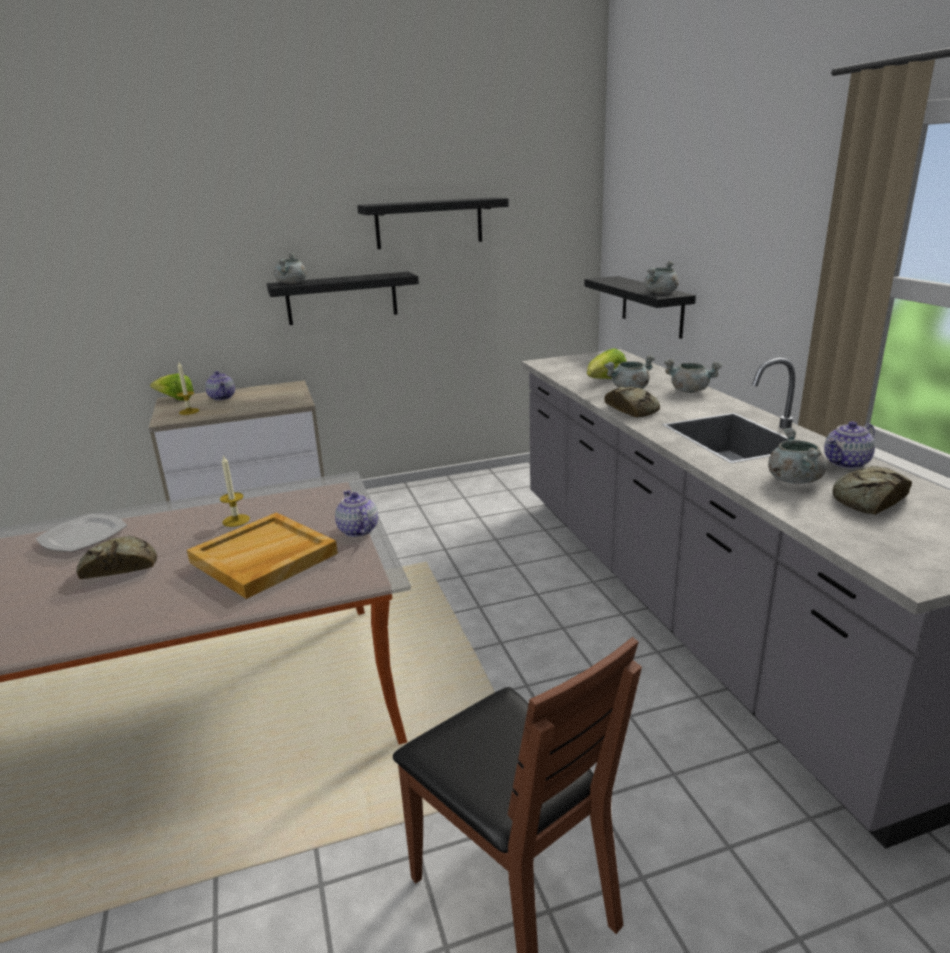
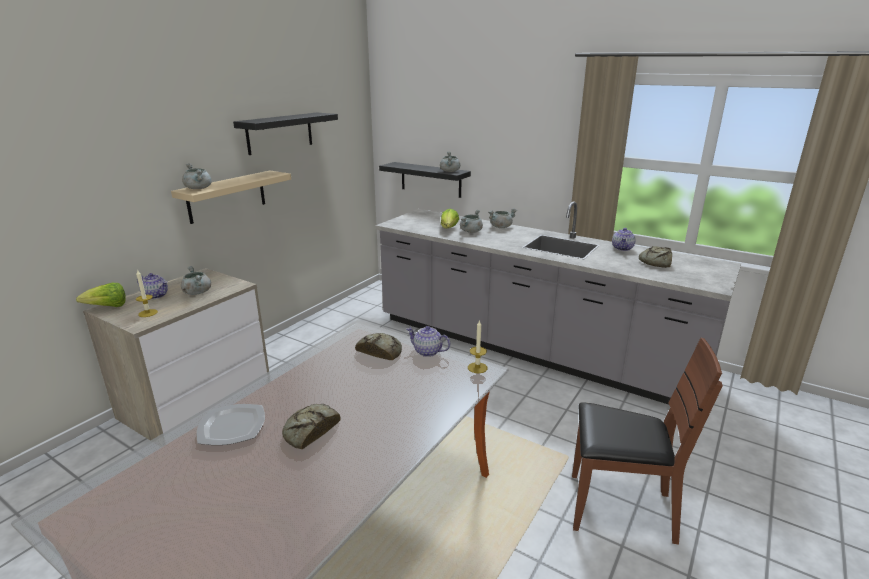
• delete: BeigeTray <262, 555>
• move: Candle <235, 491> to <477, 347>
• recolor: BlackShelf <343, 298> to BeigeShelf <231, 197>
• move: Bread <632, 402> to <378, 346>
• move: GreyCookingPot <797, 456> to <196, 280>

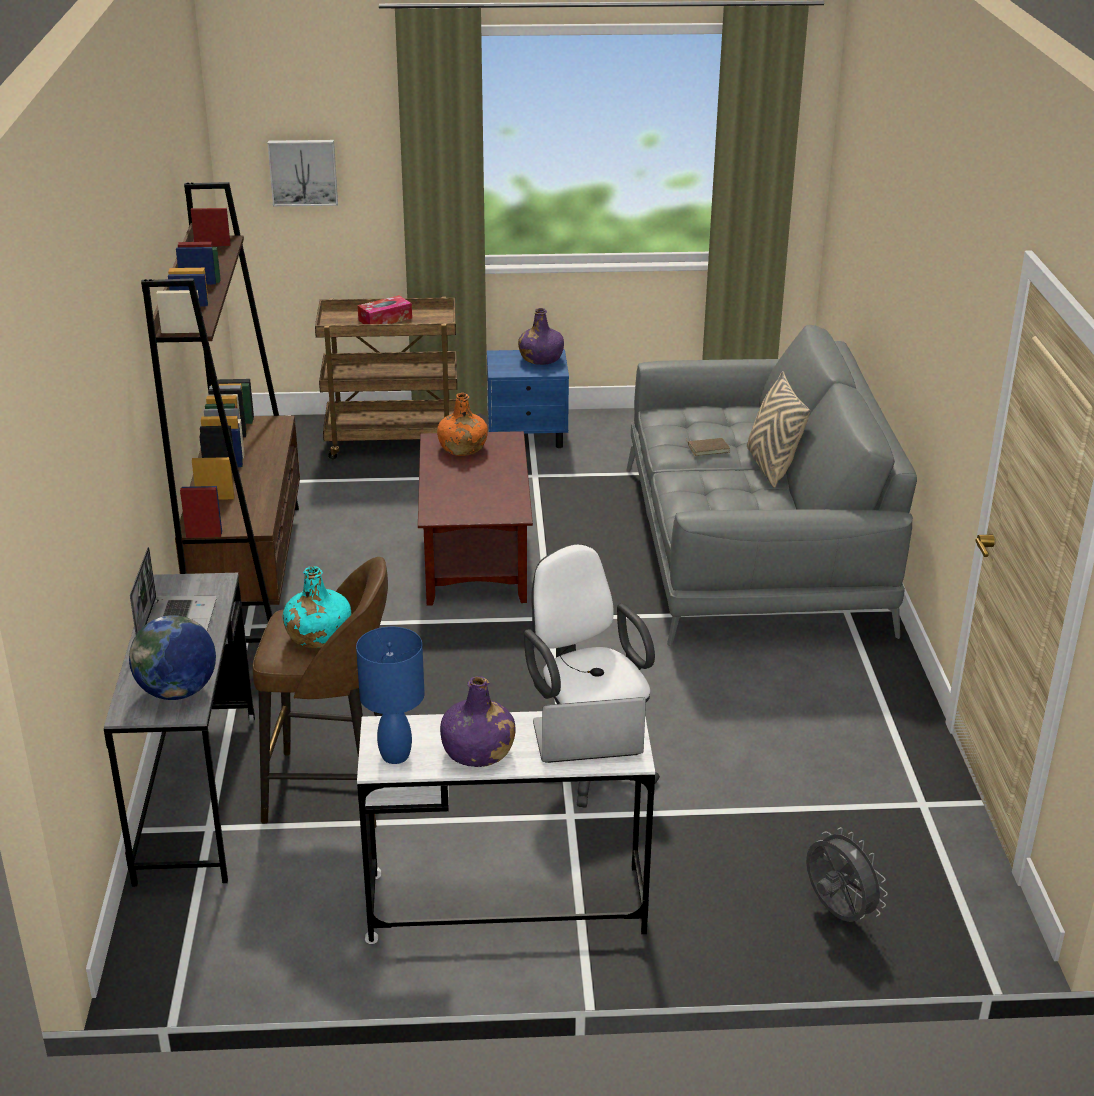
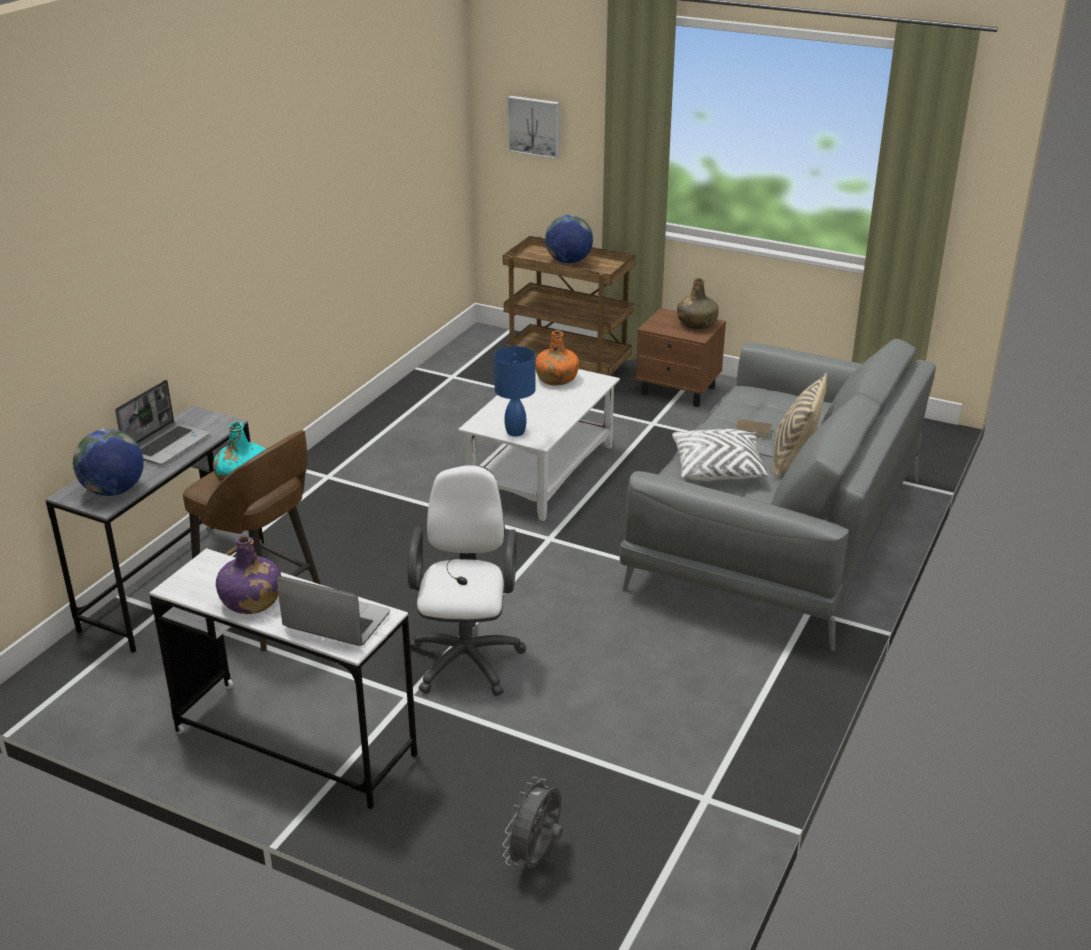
• delete: BrownBookcase <220, 412>
• move: BlueTableLamp <390, 695> to <515, 391>
• replace: TissueBox <384, 309> to Globe <569, 239>
• recolor: BrownCoffeeTable <475, 518> to WhiteCoffeeTable <539, 445>
• recolor: BlueNightstand <528, 398> to BrownNightstand <681, 357>
• recolor: PurpleBottle <541, 336> to GreenBottle <698, 304>
• rotate: GreyFan <847, 874> = <533, 822> 150 degrees counterclockwise
• insert: WhitePillow <720, 455>

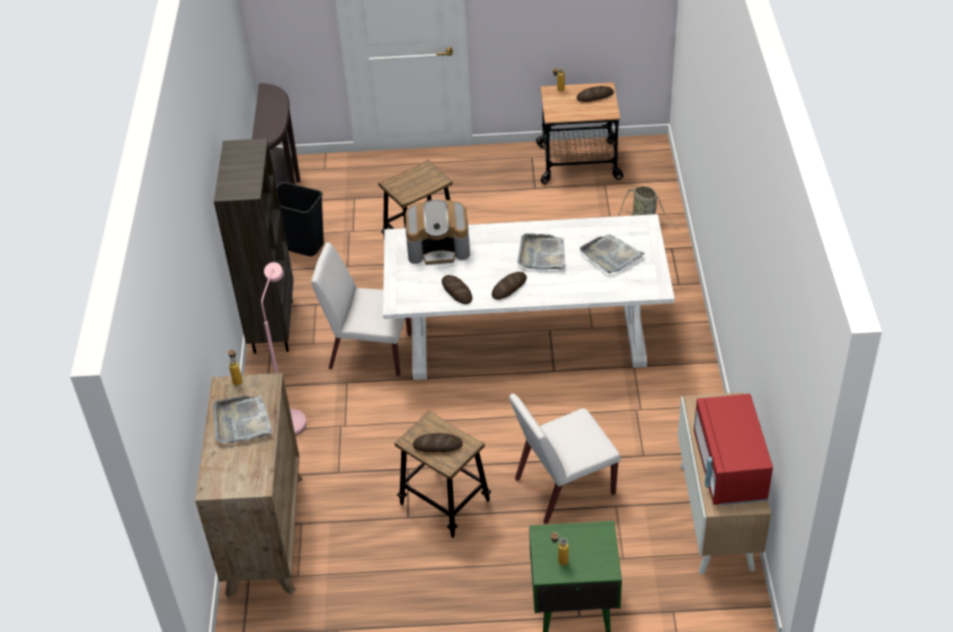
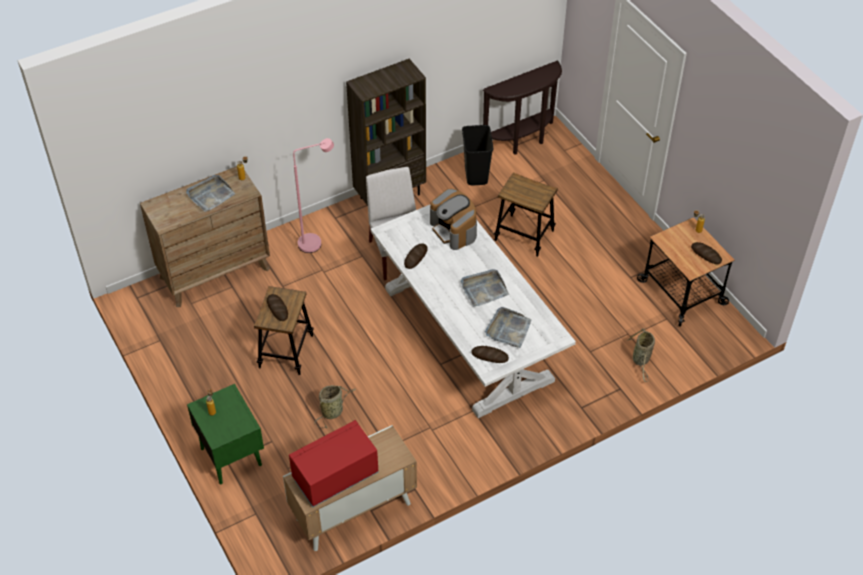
• move: Bread <509, 286> to <490, 354>
• replace: WhiteChair <564, 458> to Basket <335, 406>

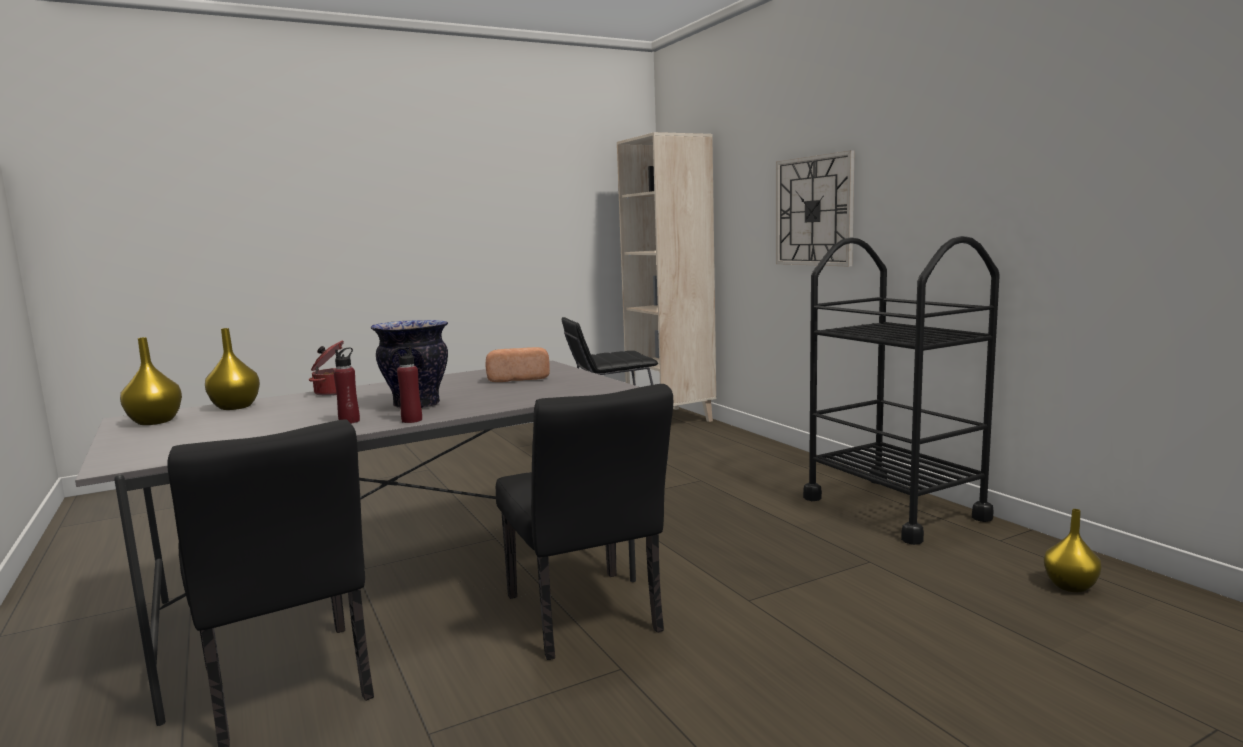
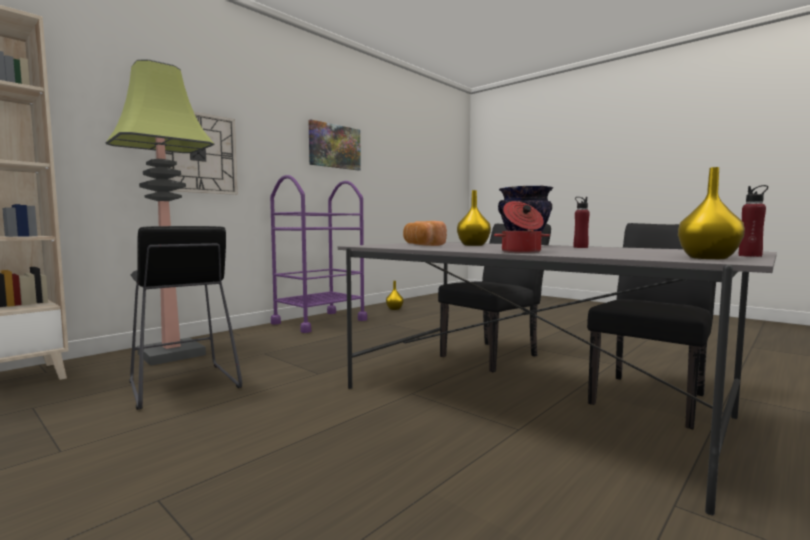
• move: YellowVase <232, 369> to <474, 218>
• move: RedBottle <408, 384> to <753, 221>
• recolor: BlackCart <901, 390> to PurpleCart <318, 254>
• insert: FloorLamp <160, 212>
• insert: Picture <335, 144>

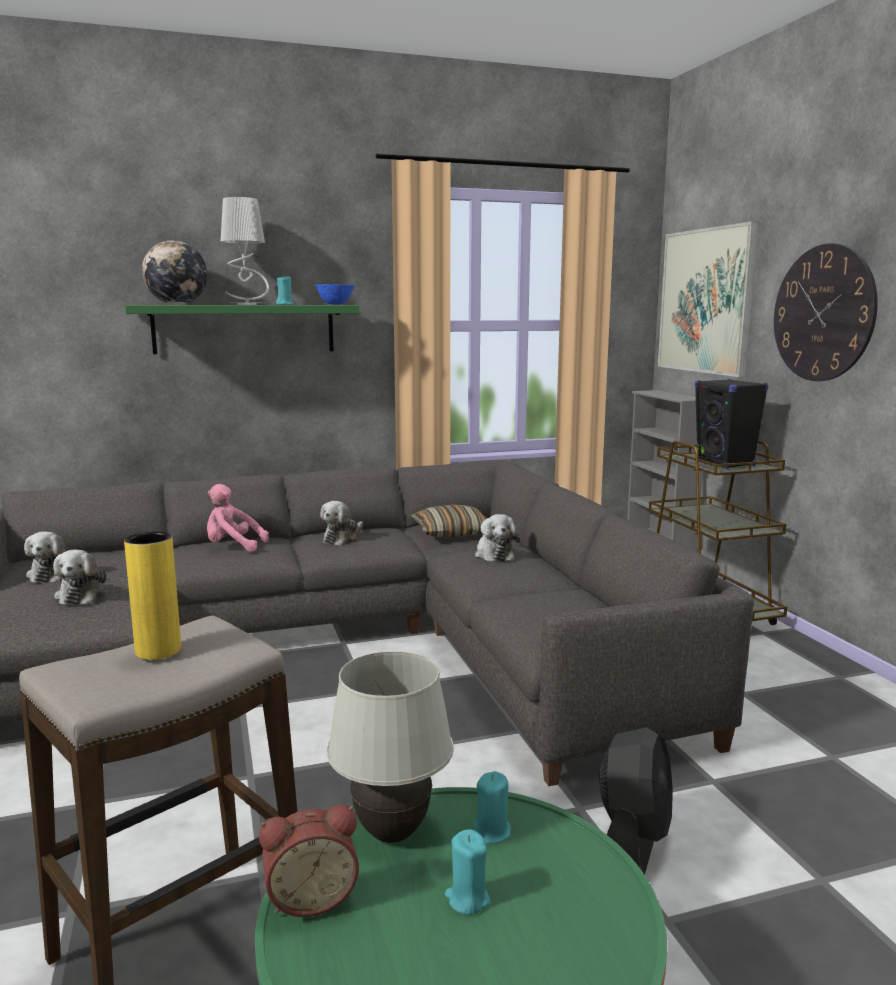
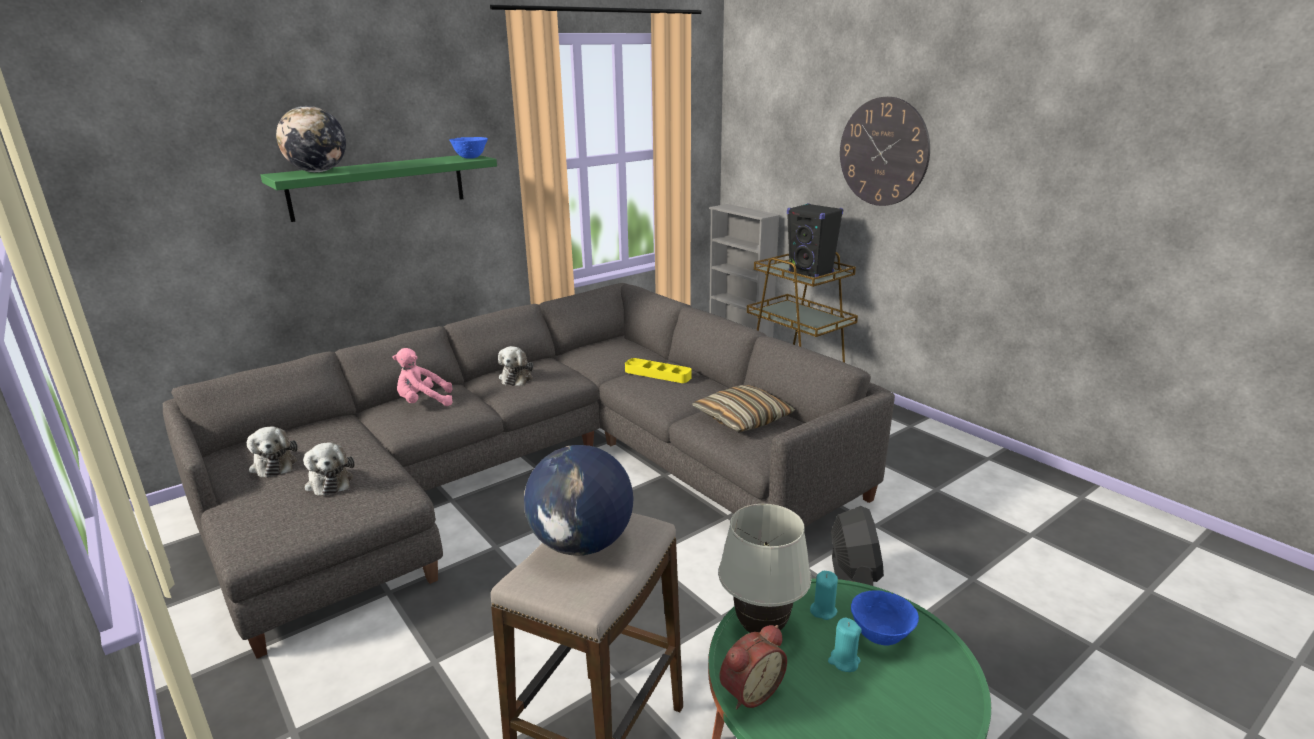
• replace: YellowVase <152, 596> to Globe <579, 500>
• delete: GreyTableLamp <245, 251>
• delete: TurquoiseCandle <284, 290>
• move: Pillow <449, 521> to <743, 409>
• replace: PlushToy <497, 538> to YellowTray <658, 370>
• delete: Picture <708, 299>
• insert: BlueBowl <885, 618>

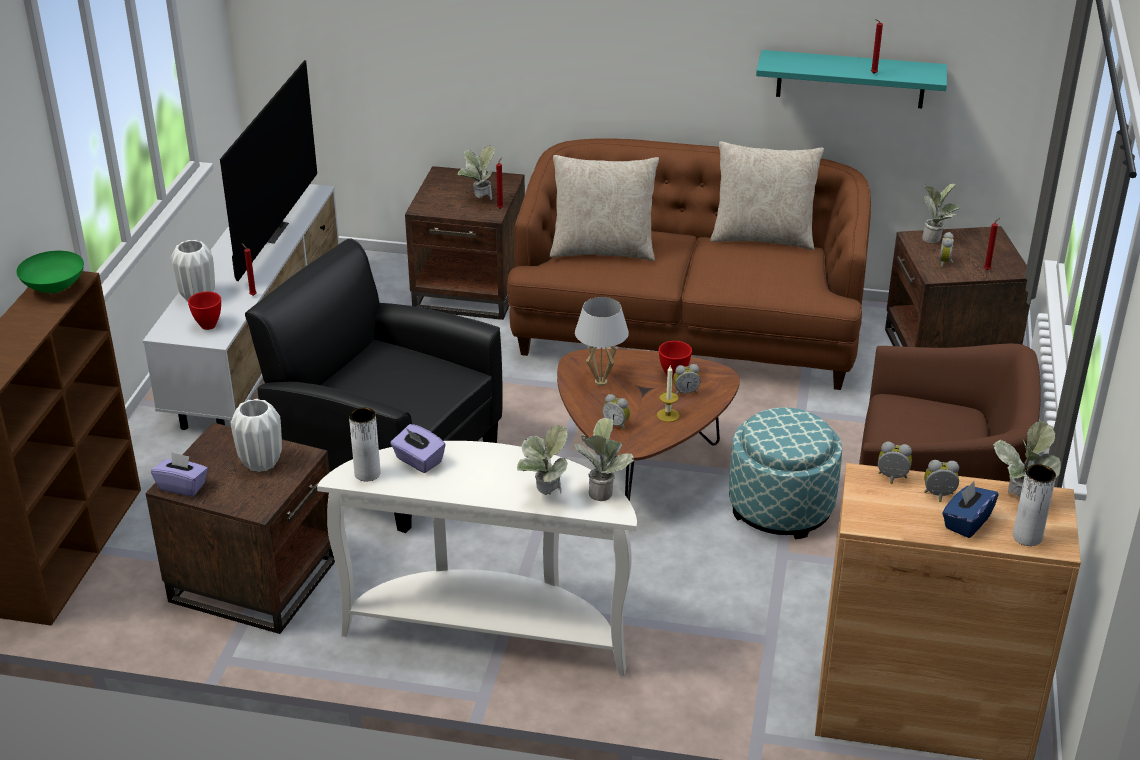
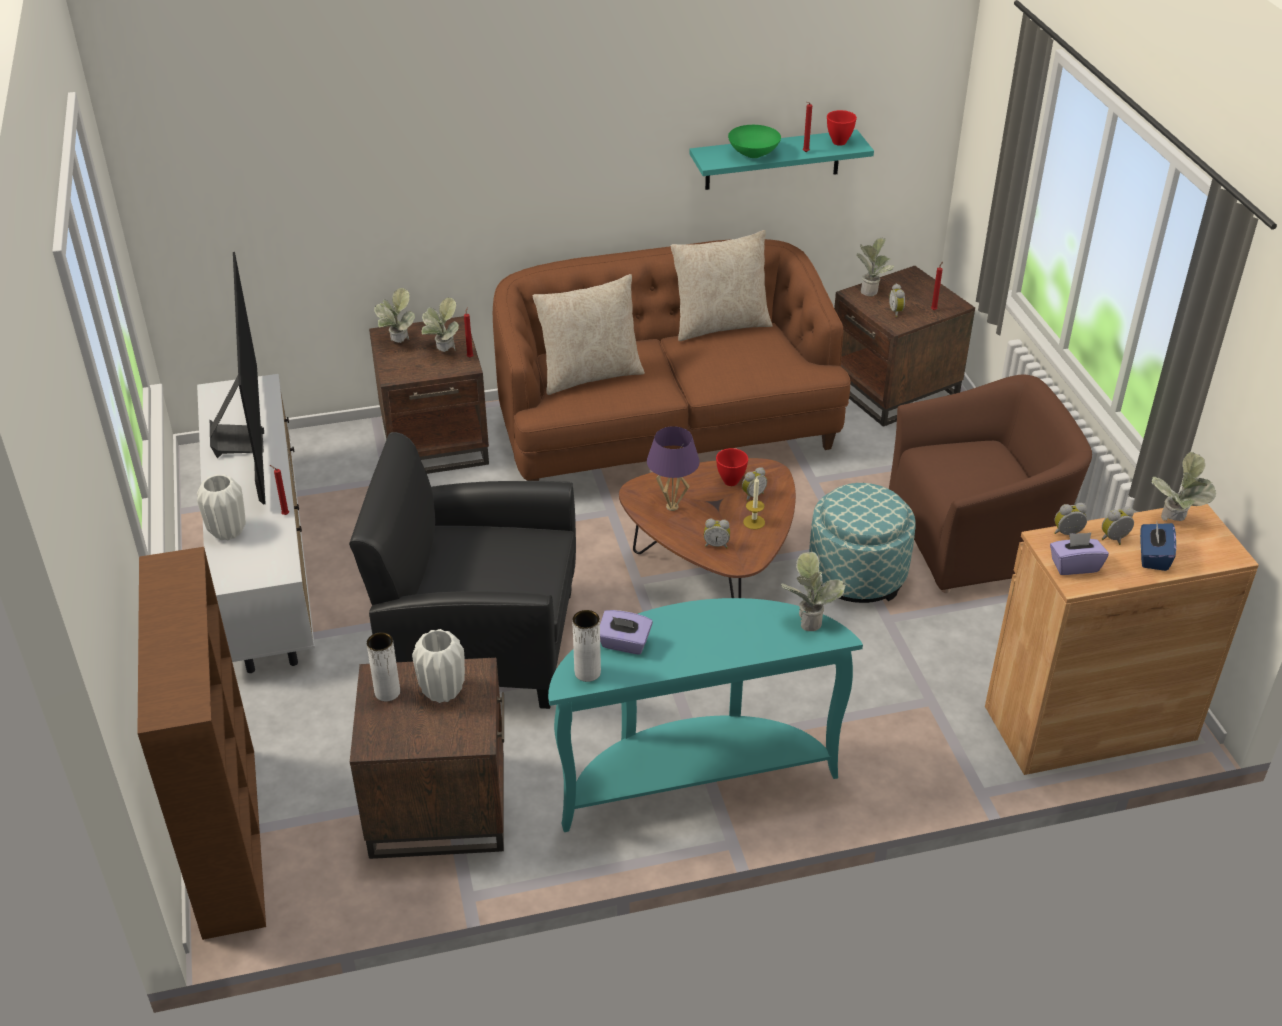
• move: GreenBowl <50, 272> to <754, 141>
• move: PurpleTissueBox <179, 474> to <1079, 554>
• move: RedBowl <204, 310> to <842, 128>
• recolor: WhiteConsoleTable <477, 558> to TurquoiseConsoleTable <705, 715>
• move: PottedPlant <542, 460> to <394, 315>
• recolor: WhiteTableLamp <602, 341> to PurpleTableLamp <673, 468>
• move: WhiteVase <1034, 505> to <383, 667>

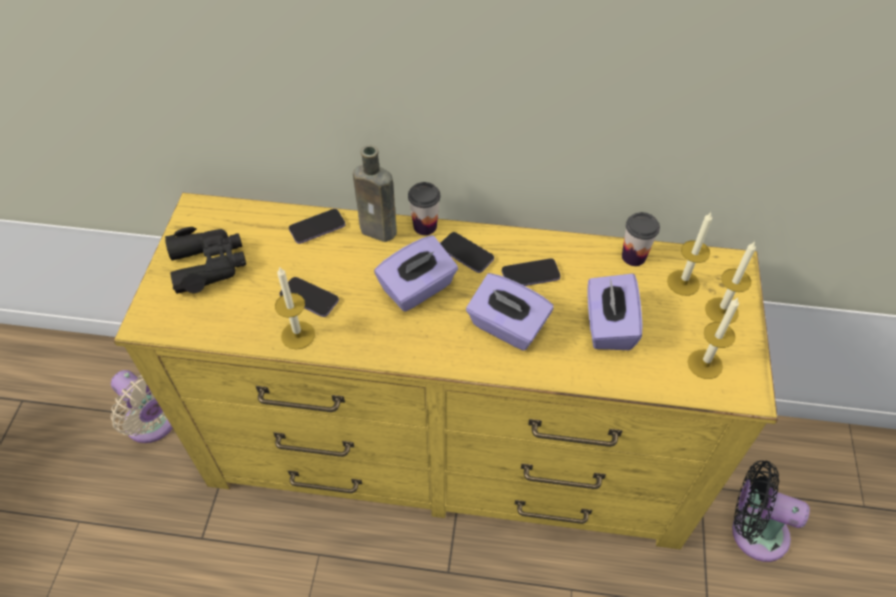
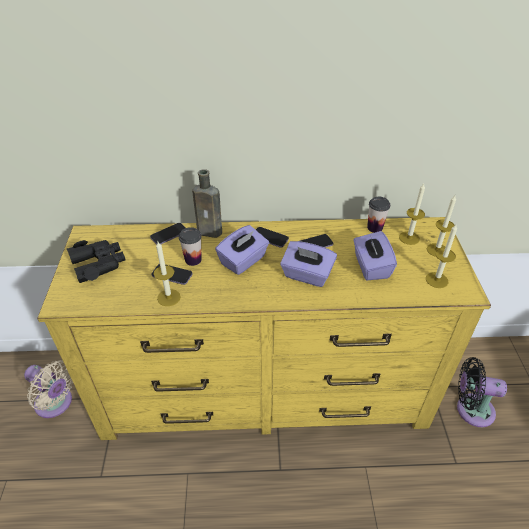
• move: Cup <424, 208> to <190, 246>

